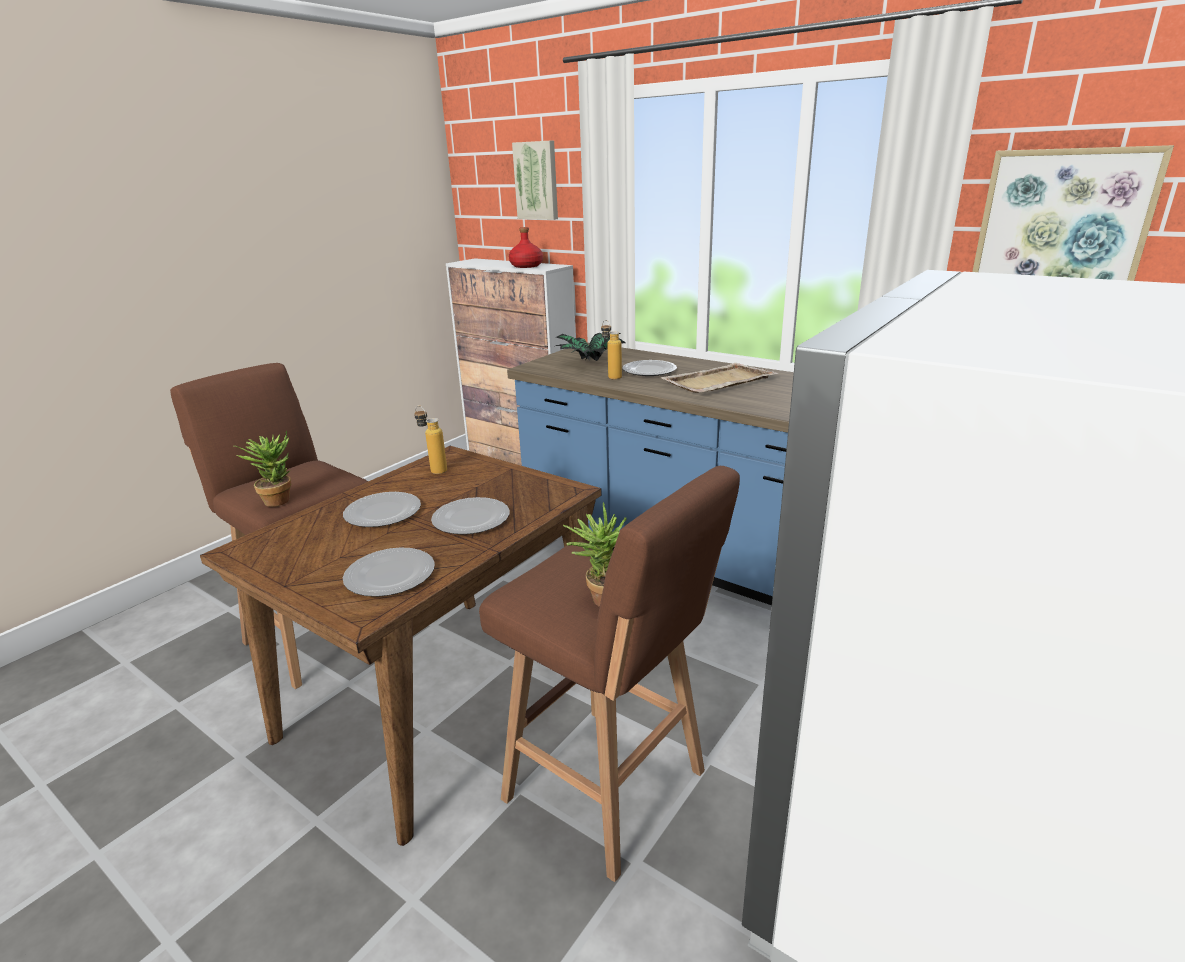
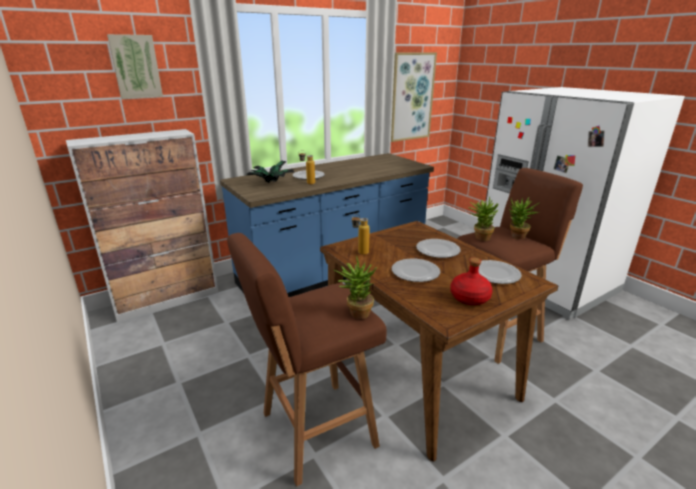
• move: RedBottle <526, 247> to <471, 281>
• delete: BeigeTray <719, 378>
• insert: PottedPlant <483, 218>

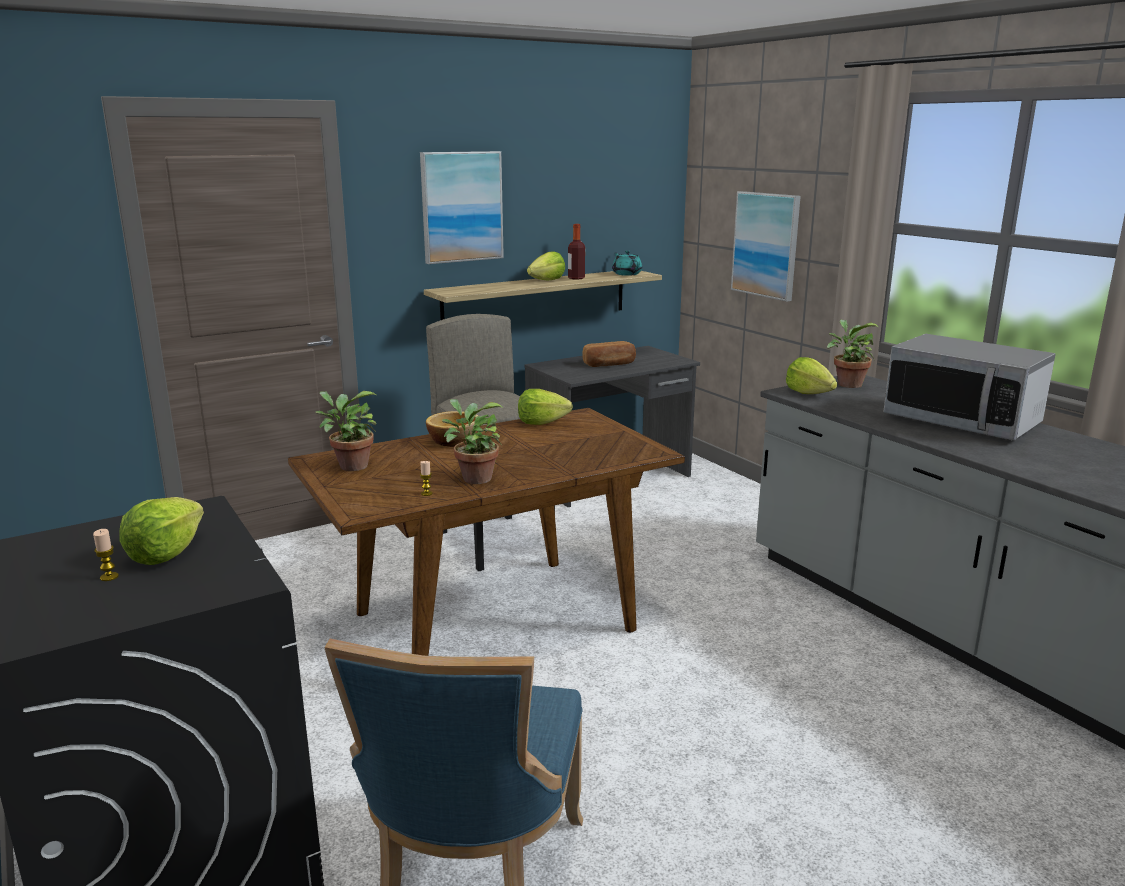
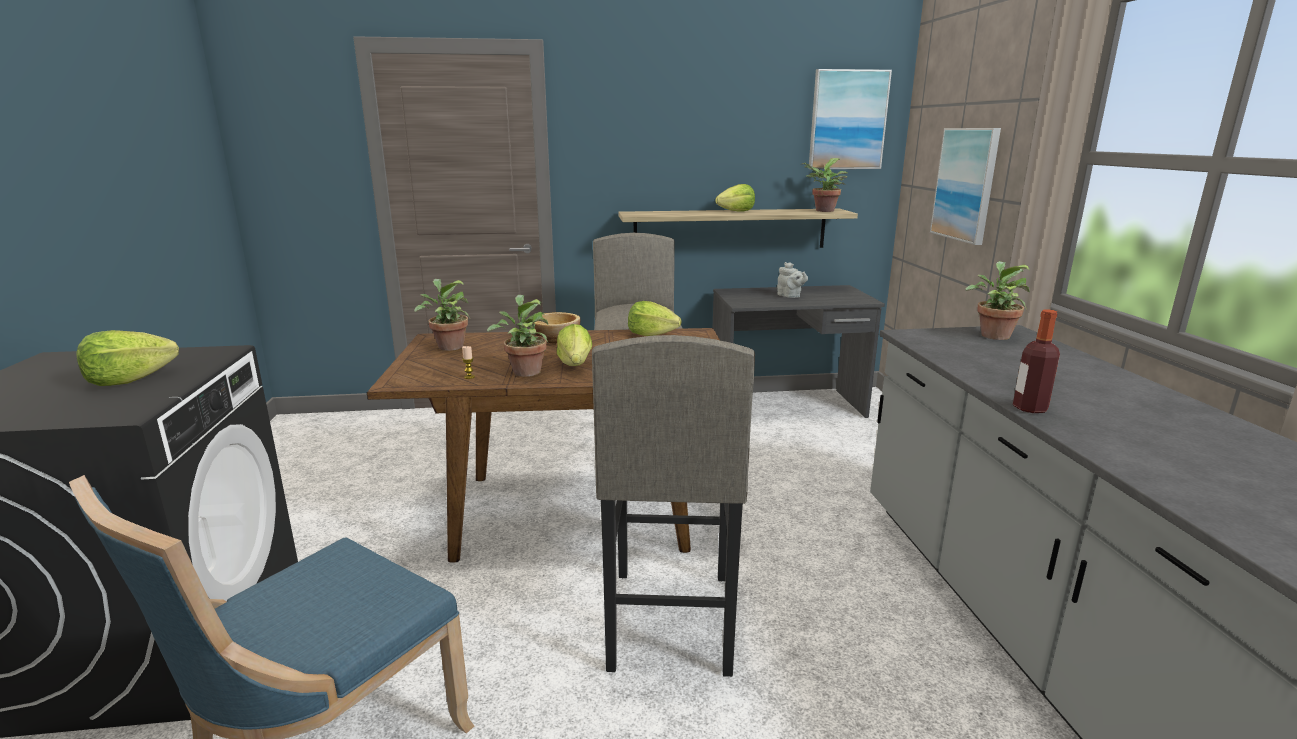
• delete: Candle <106, 555>
• move: Picture <462, 207> to <850, 119>
• move: Bottle <576, 252> to <1036, 361>
• replace: Bread <609, 354> to GreyTeapot <792, 280>
• replace: TurquoiseTeapot <627, 263> to PottedPlant <825, 185>
• move: Lettuce <811, 375> to <574, 345>
• delete: Microwave <969, 387>
• insert: GreyStool <673, 506>

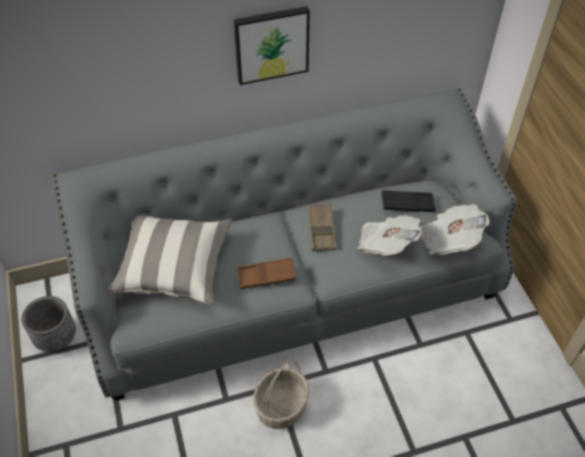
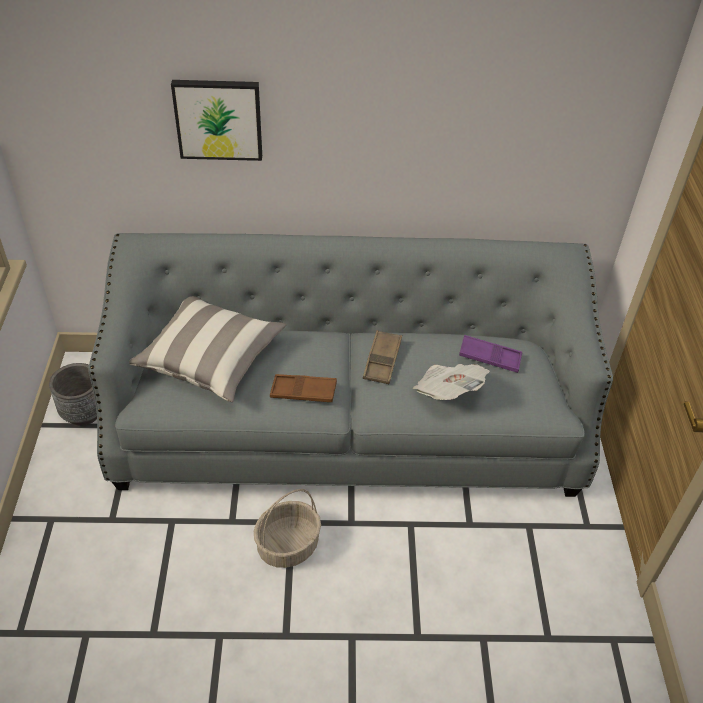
• move: Picture <272, 45> to <216, 120>
• recolor: BlackTray <409, 201> to PurpleTray <490, 354>
• delete: Newspaper <455, 229>

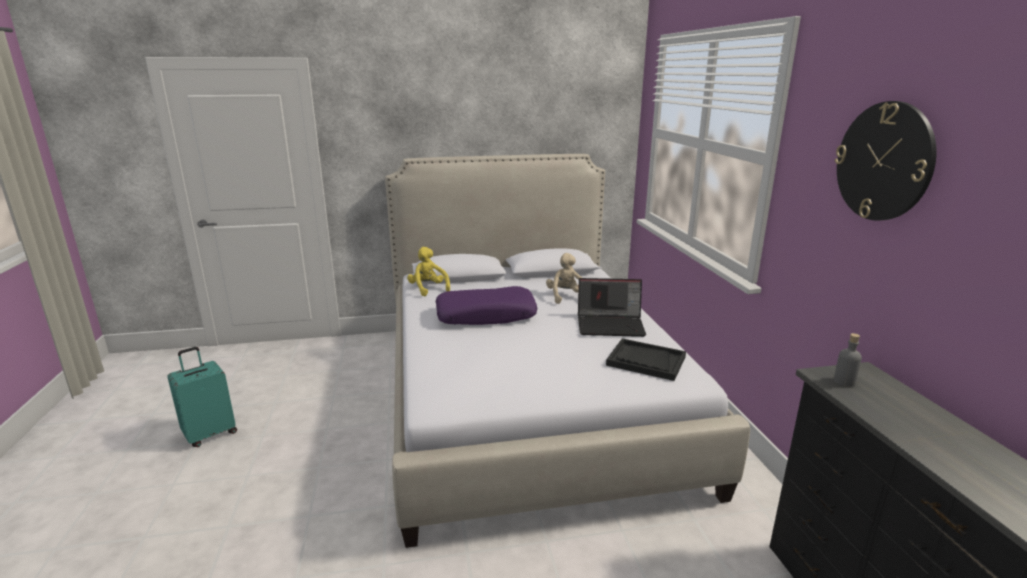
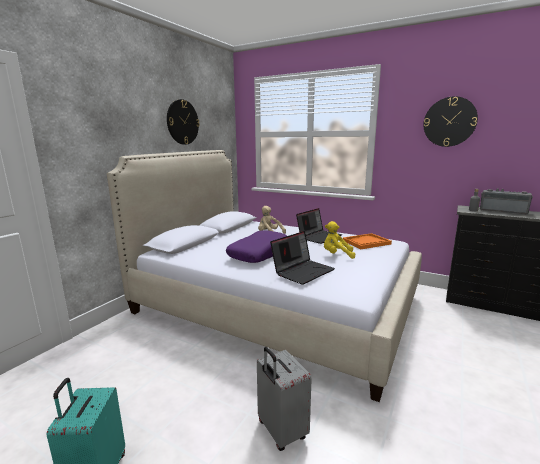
• move: YellowPlushToy <428, 271> to <339, 240>
• recolor: BlackTray <646, 359> to OrangeTray <367, 241>
• insert: WallClock <183, 122>
• insert: GreySuitcase <284, 399>
• insert: Laptop <302, 258>
• insert: Radio <506, 201>

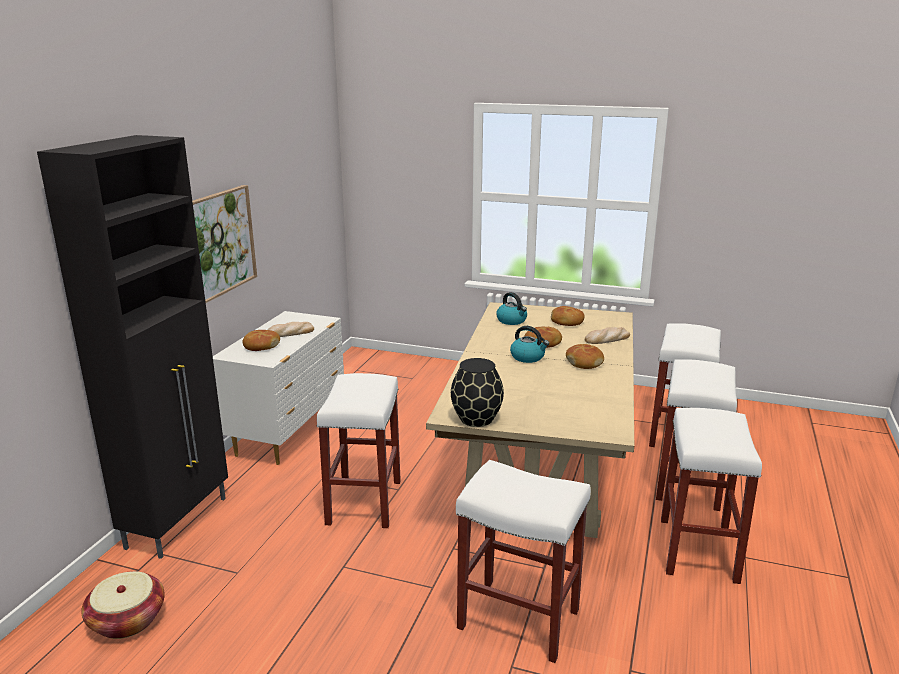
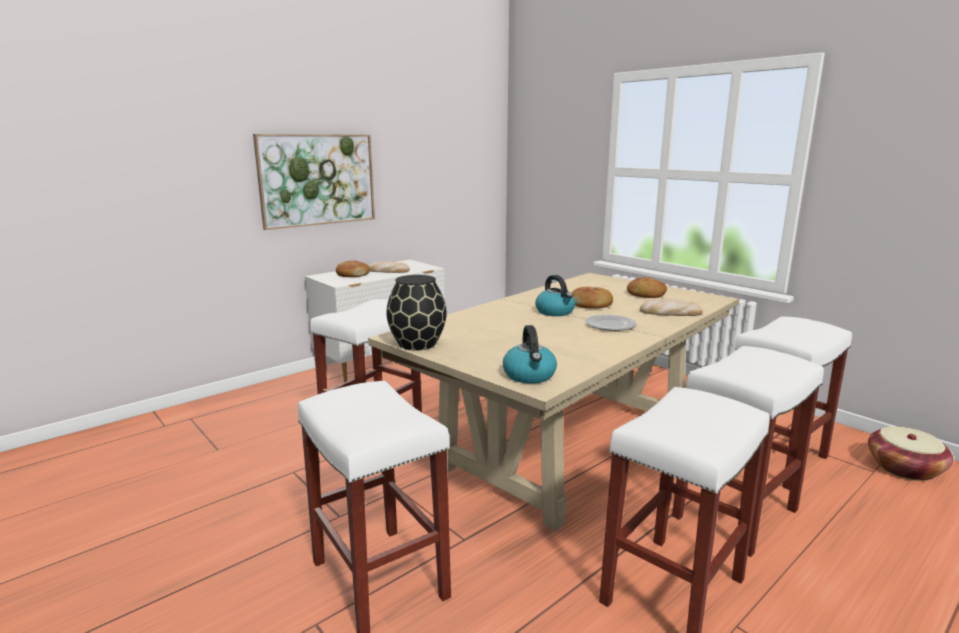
• delete: BlackCabinet <132, 347>
• move: Basket <123, 605> to <910, 453>
• move: Kettle <511, 308> to <530, 354>
• replace: Bread <585, 356> to Plate <611, 323>

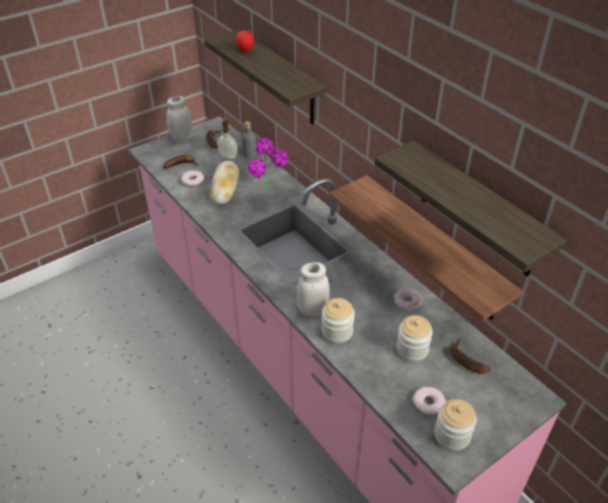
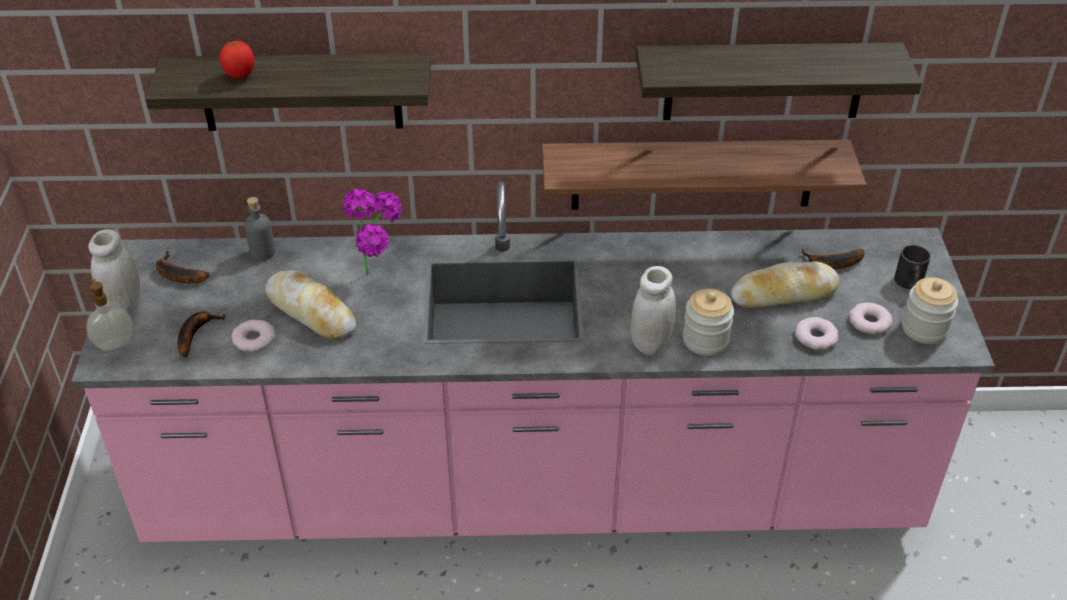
• move: SoapDispenser <227, 139> to <109, 315>
• move: Donut <408, 299> to <816, 333>
• replace: Jar <414, 338> to Bread <785, 284>
• insert: BlackMug <912, 267>

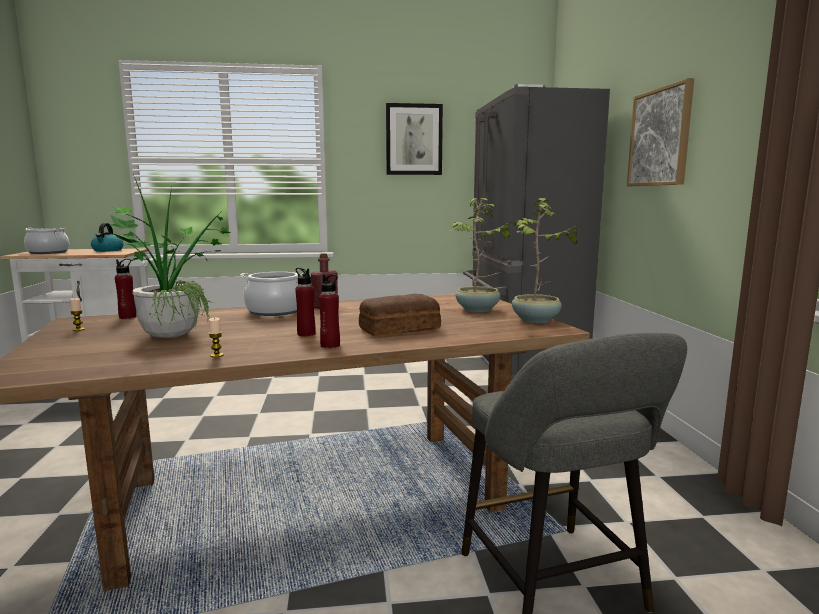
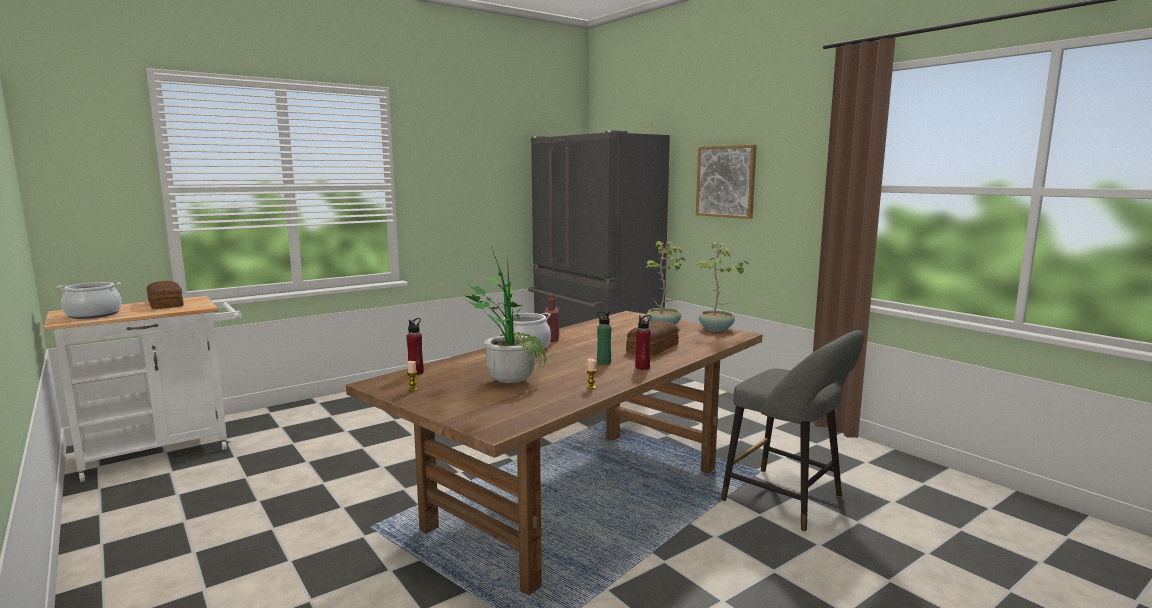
• replace: Kettle <107, 237> to Bread <165, 295>
• recolor: RedBottle <305, 302> to GreenBottle <604, 338>
• delete: Picture <414, 139>

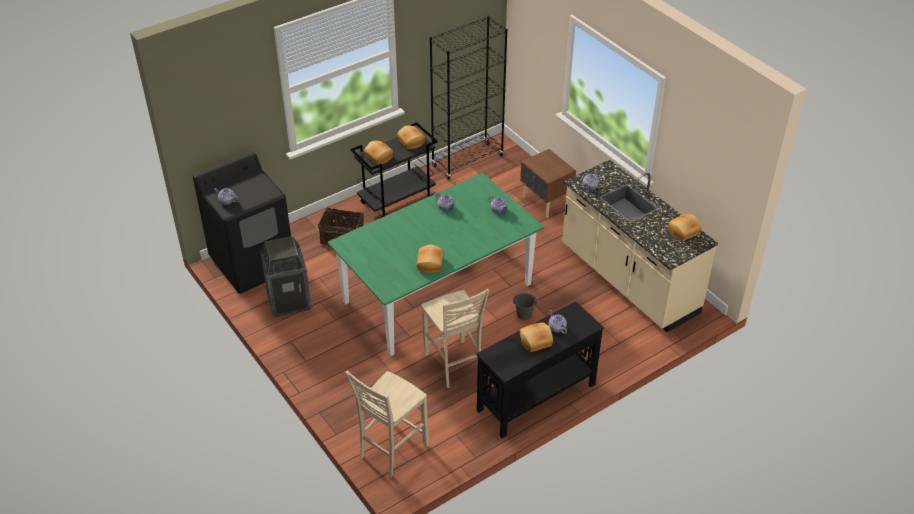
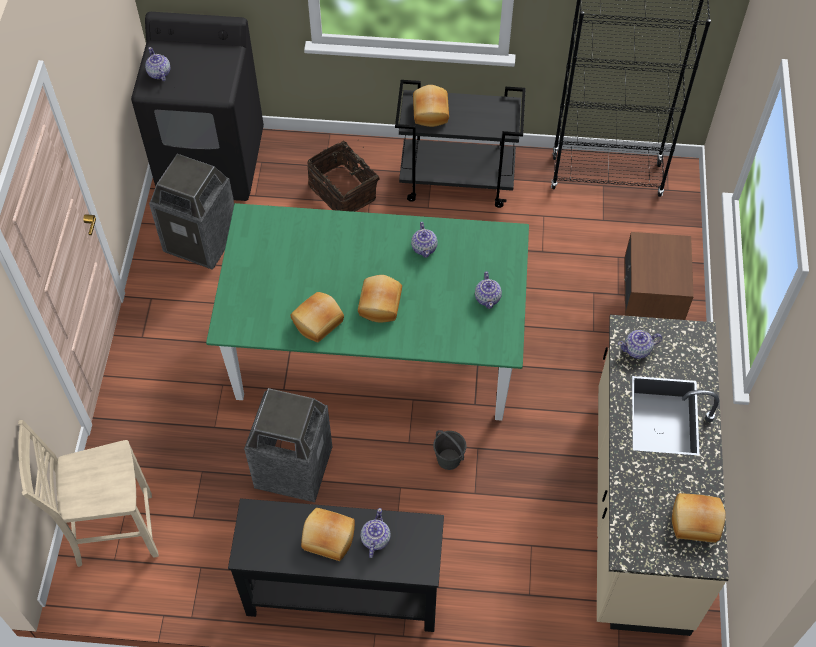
• move: Bread <411, 137> to <380, 298>
• replace: BeigeChair <455, 338> to TrashCan <288, 445>

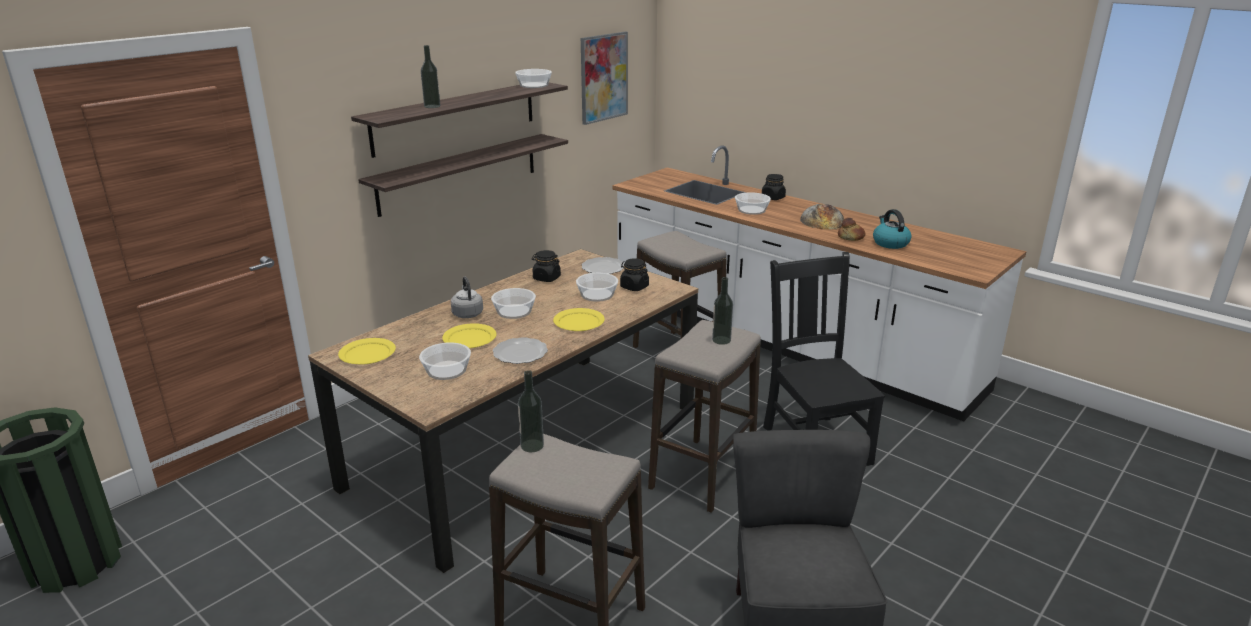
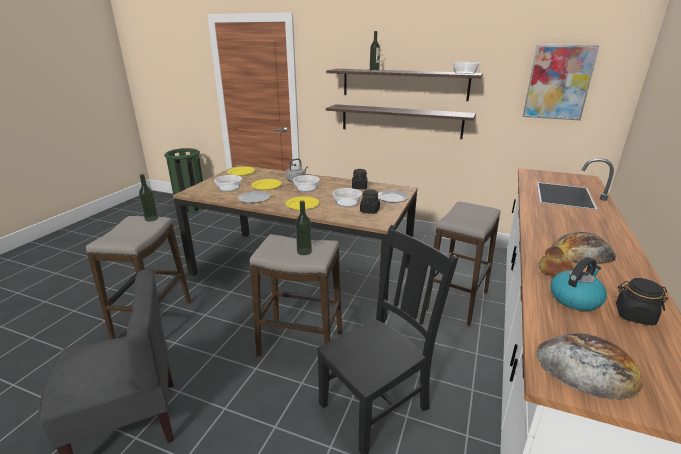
• delete: Bowl <753, 203>
• move: BlackJar <774, 187> to <642, 302>
• insert: Bread <589, 366>

